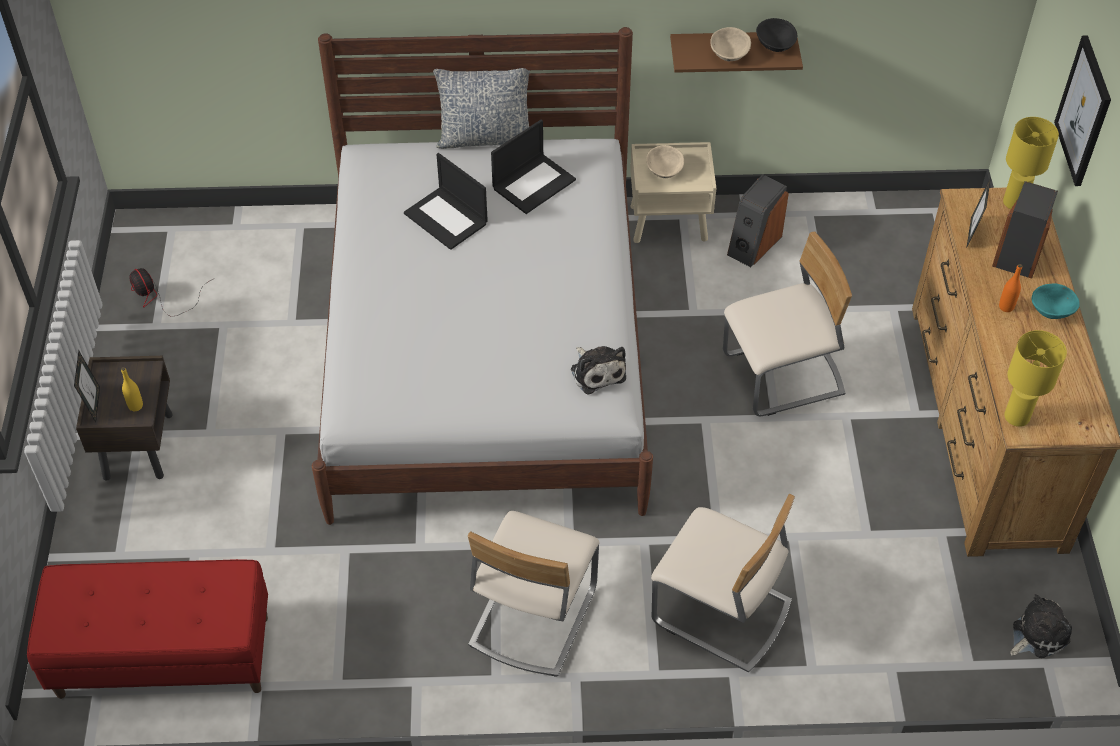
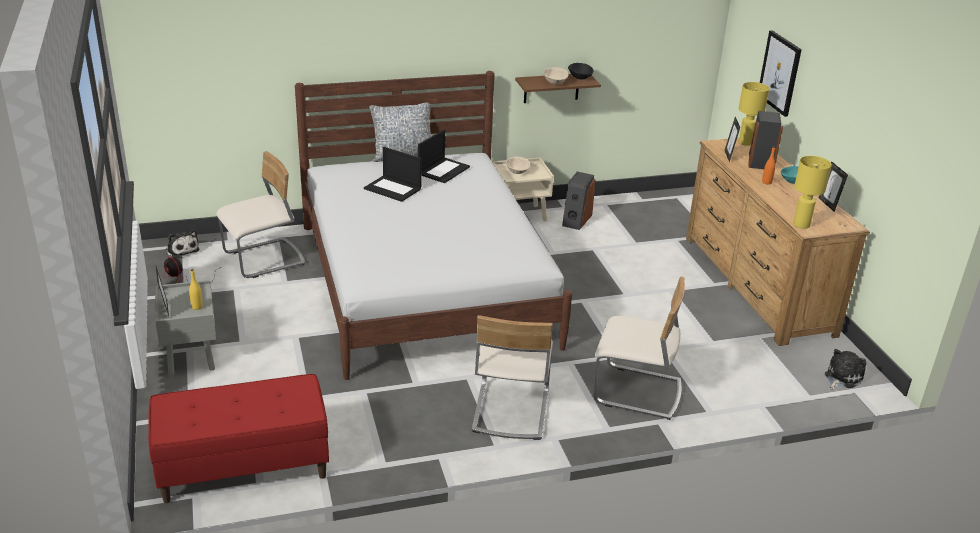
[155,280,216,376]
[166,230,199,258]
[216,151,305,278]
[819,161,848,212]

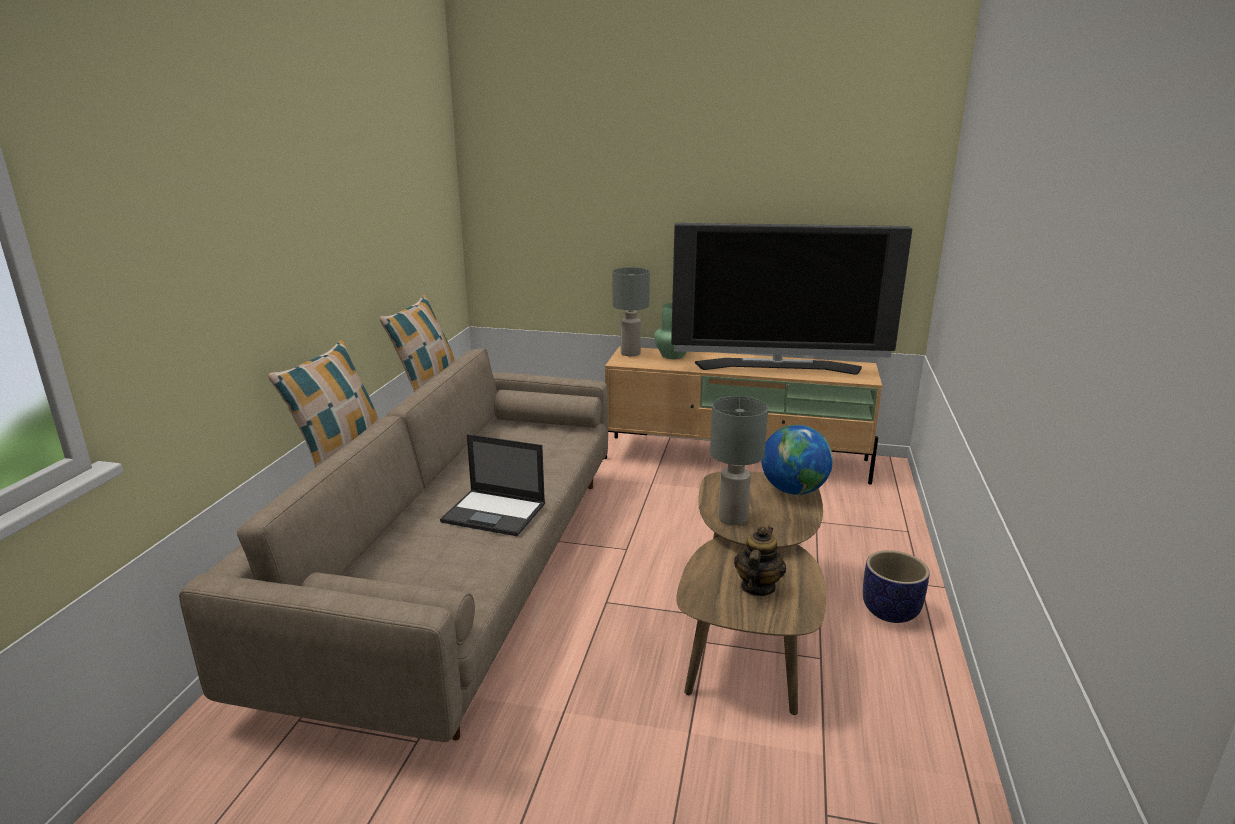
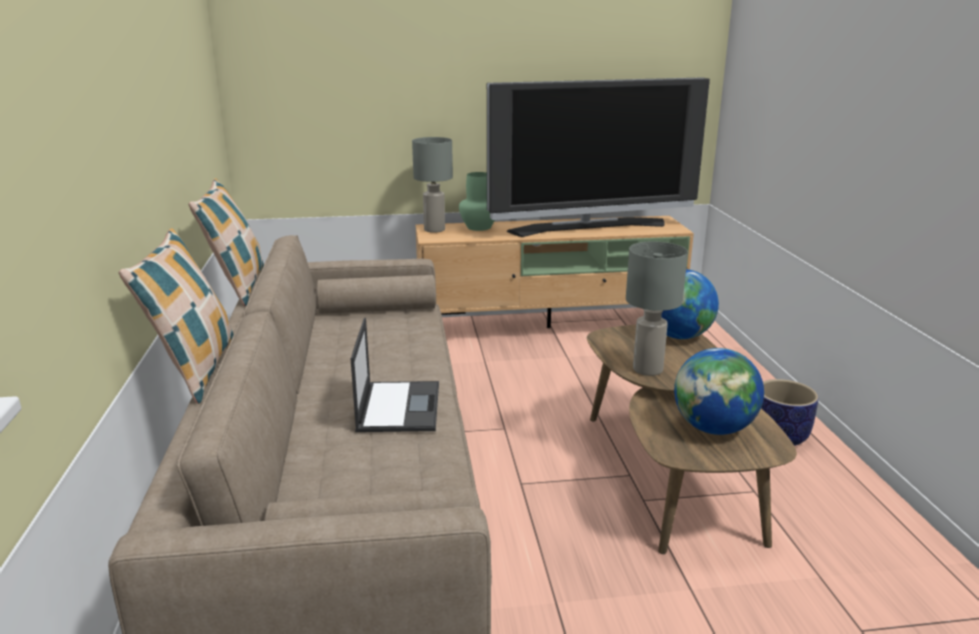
[351,318,439,432]
[674,348,764,435]

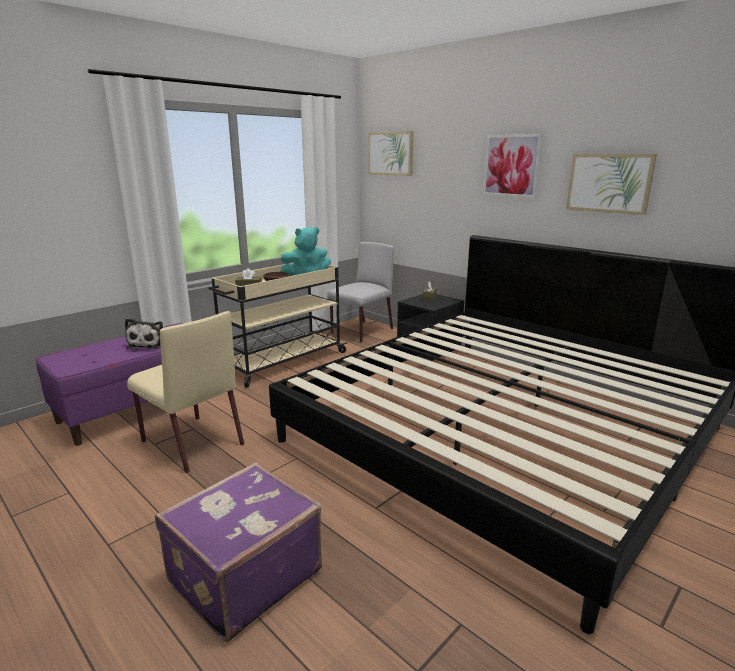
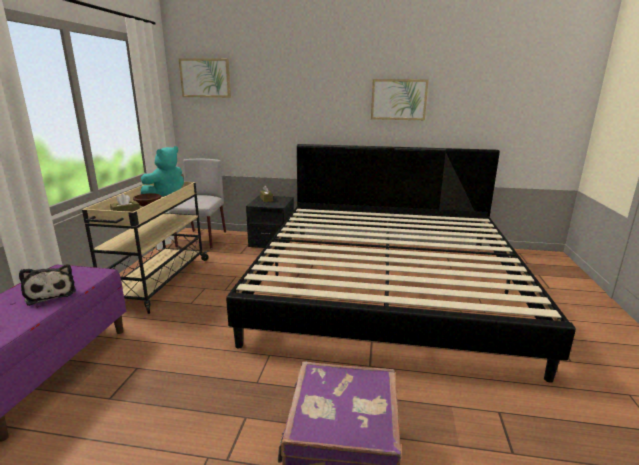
[127,311,244,473] (first image)
[483,134,543,198] (first image)

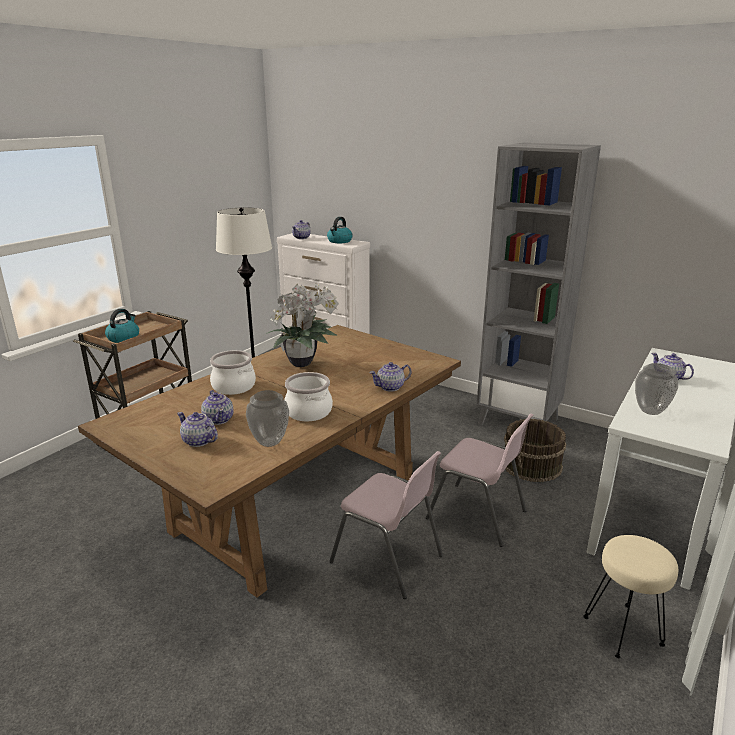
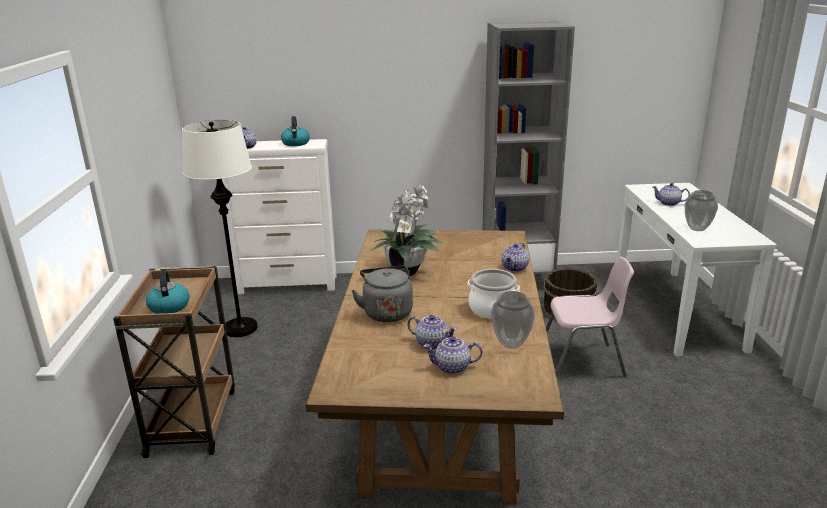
[351,265,413,322]
[329,451,443,599] (first image)
[583,535,678,658] (first image)

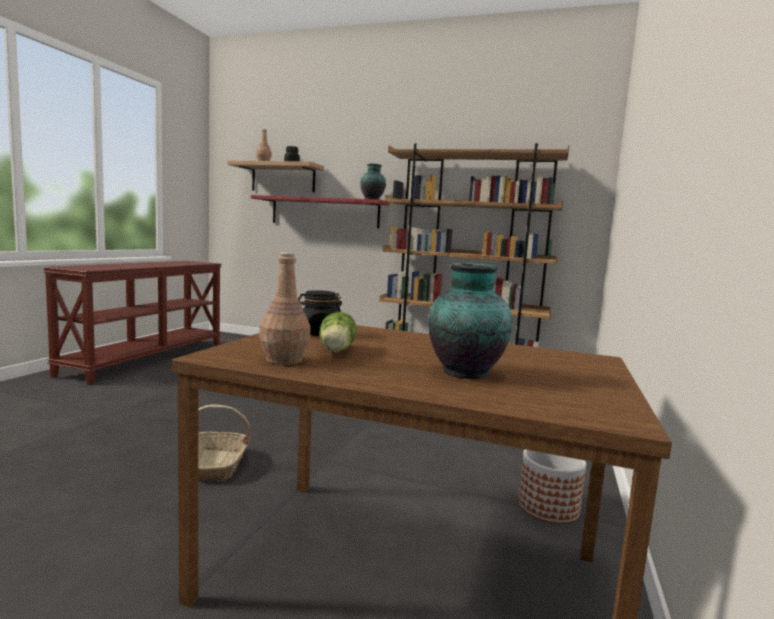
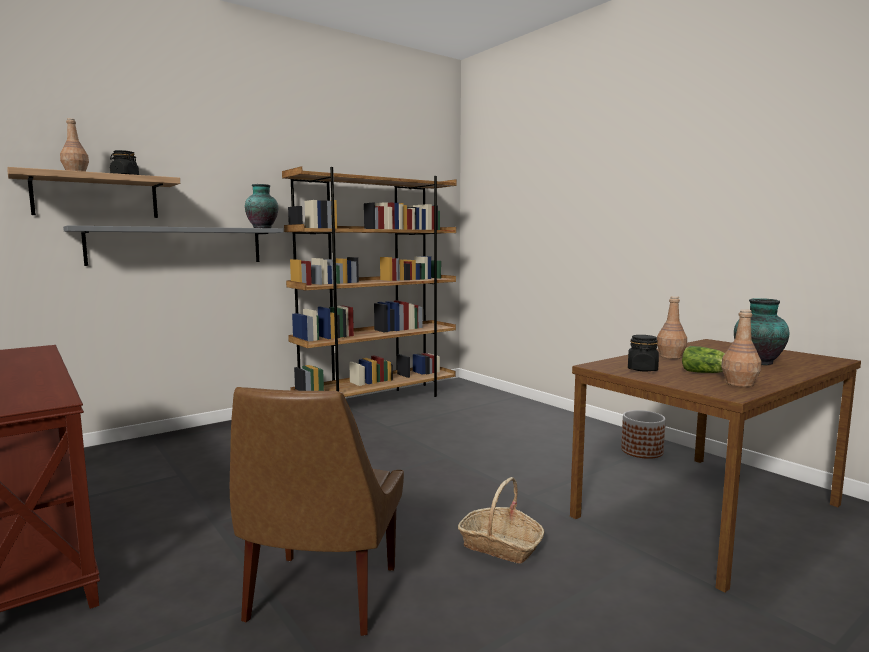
[63,226,283,266]
[230,387,404,636]
[657,296,687,359]

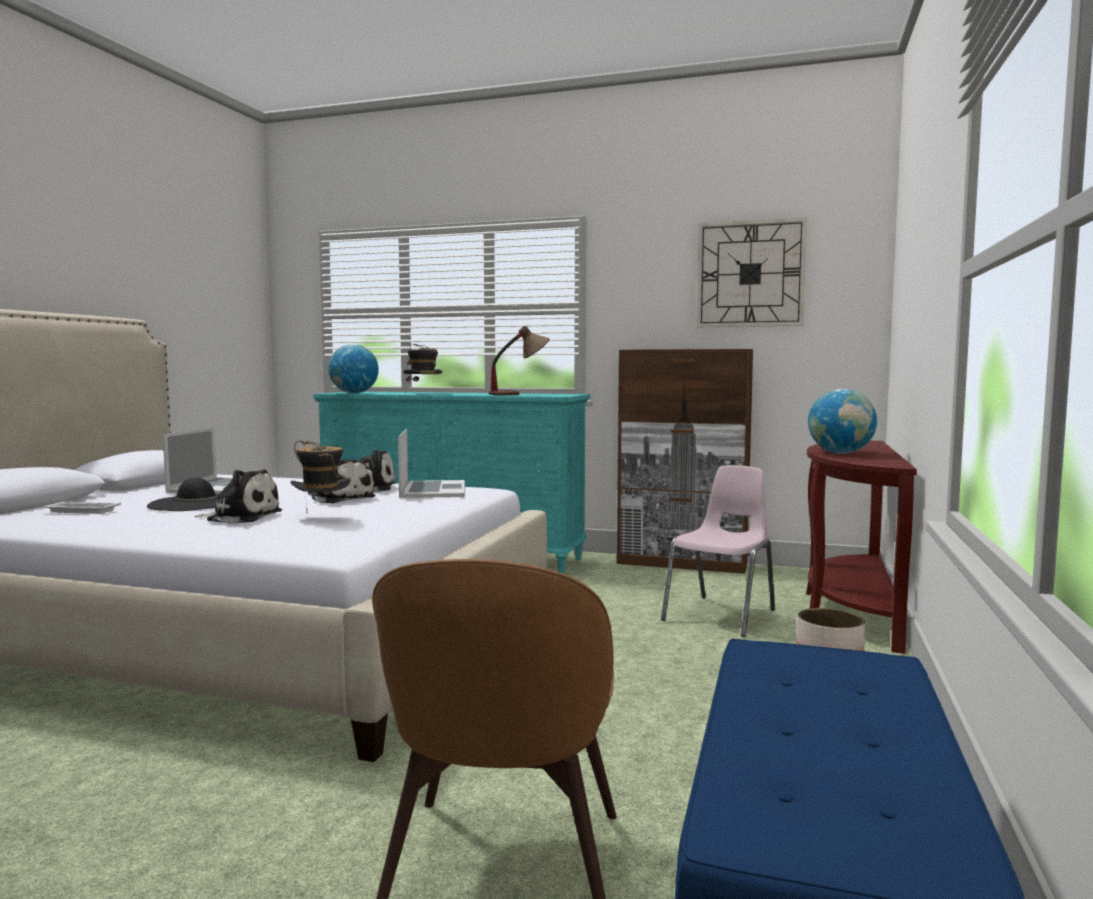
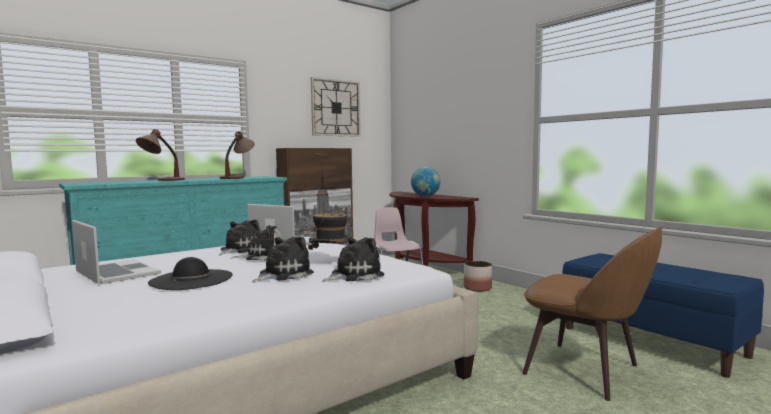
[136,129,185,181]
[322,237,384,282]
[43,502,121,514] (first image)
[328,344,379,393] (first image)

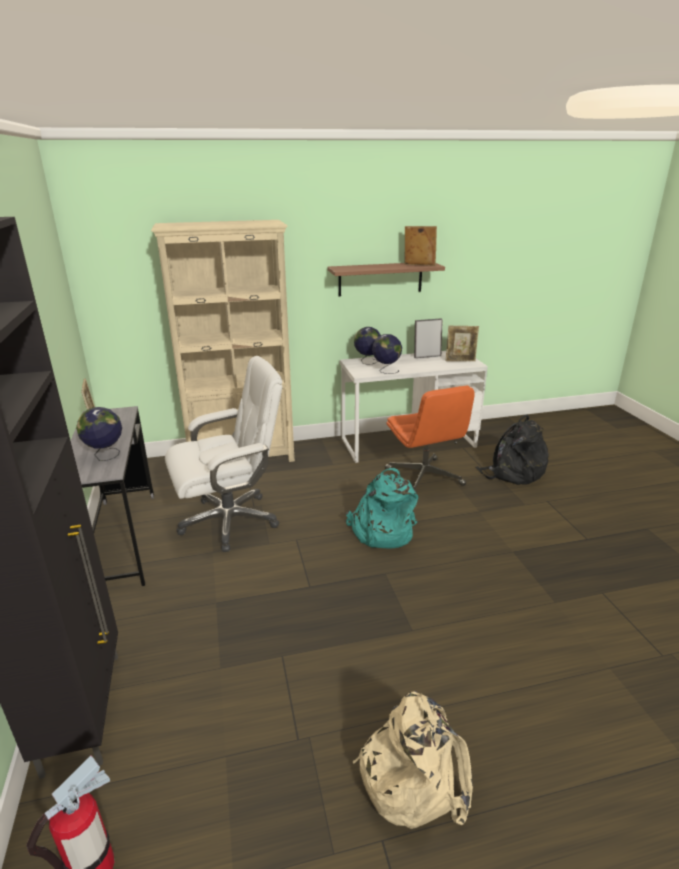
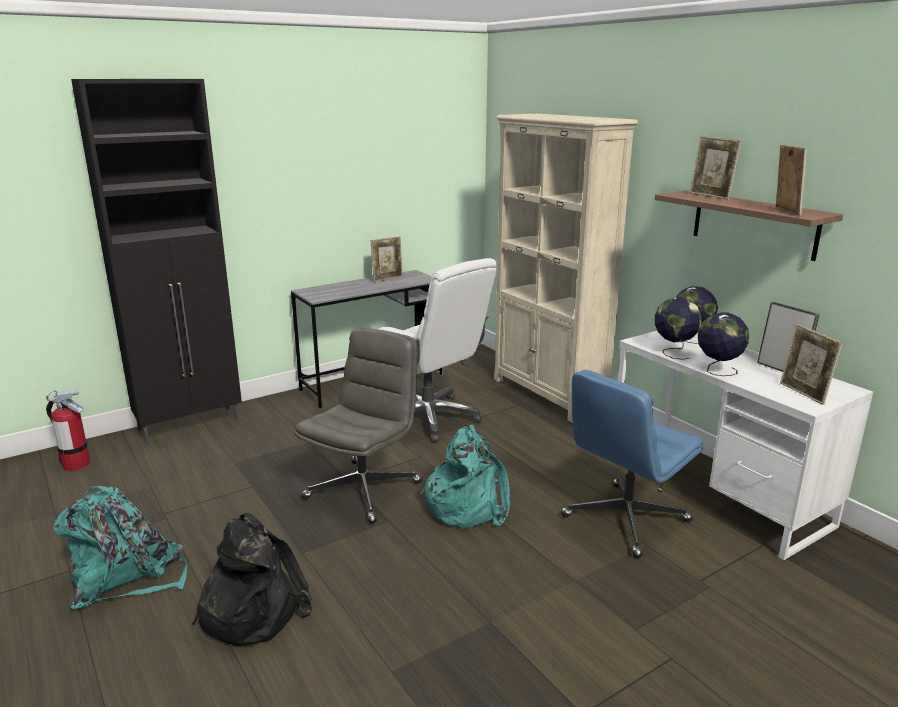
[54,486,187,609]
[192,513,312,646]
[294,328,423,524]
[561,370,703,558]
[690,136,742,200]
[698,313,749,376]

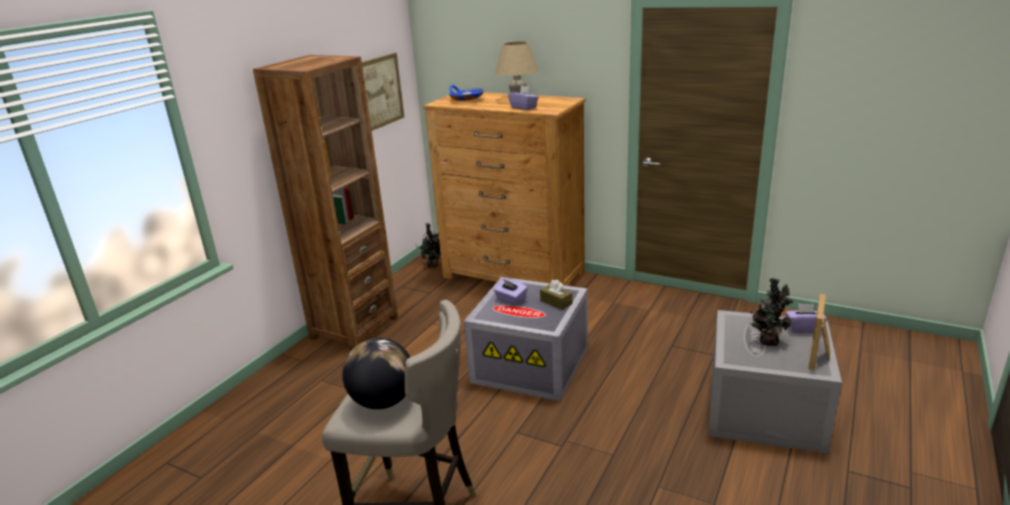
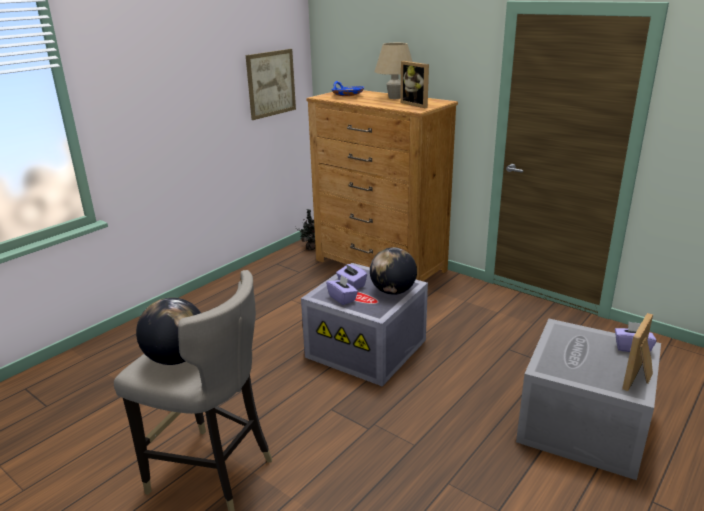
[326,275,358,305]
[370,247,417,295]
[400,61,429,108]
[253,55,398,351] (first image)
[749,278,794,346] (first image)

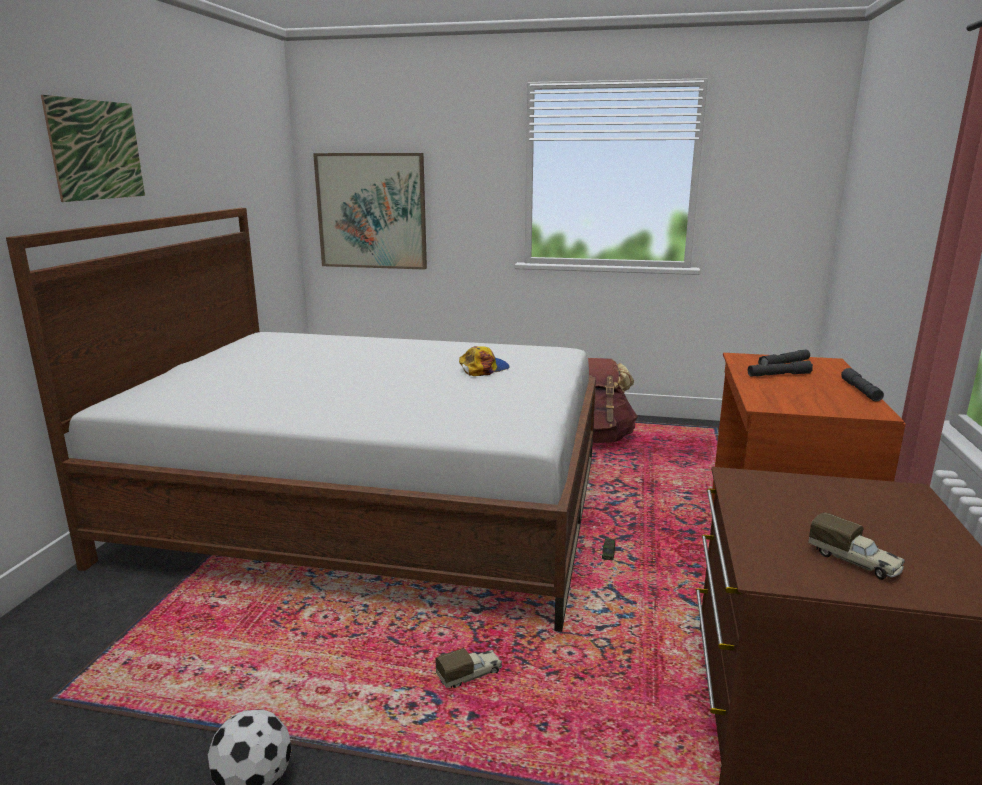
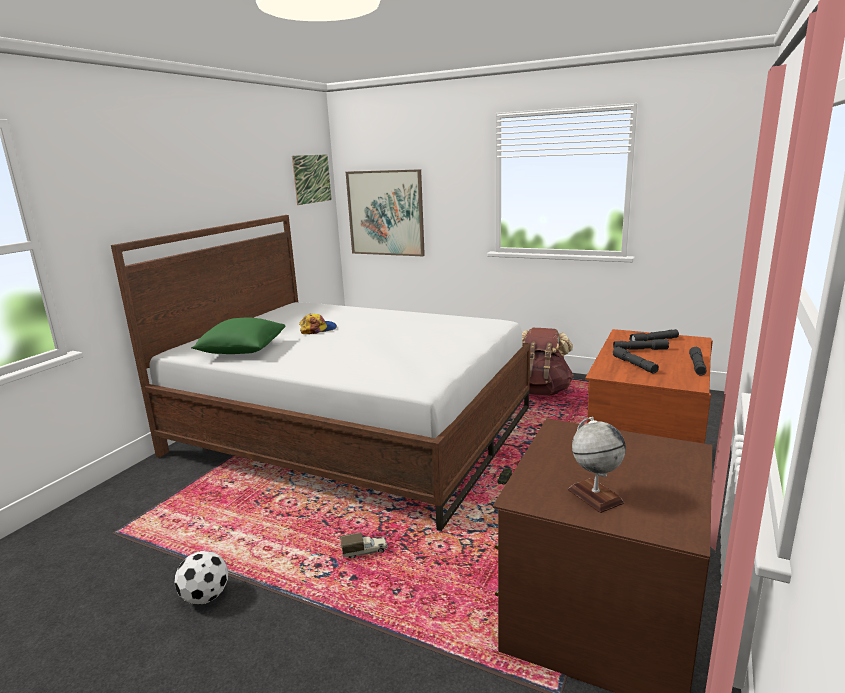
[191,317,285,354]
[292,154,332,205]
[299,313,337,334]
[568,417,626,513]
[613,347,659,373]

